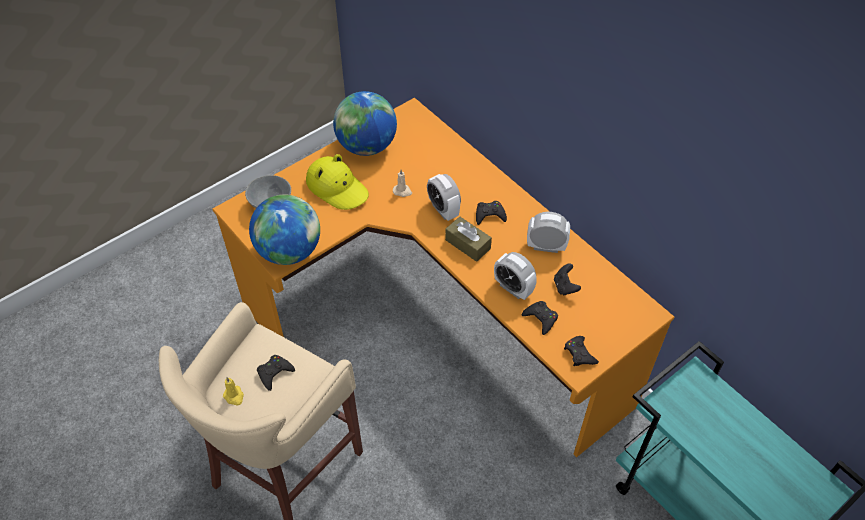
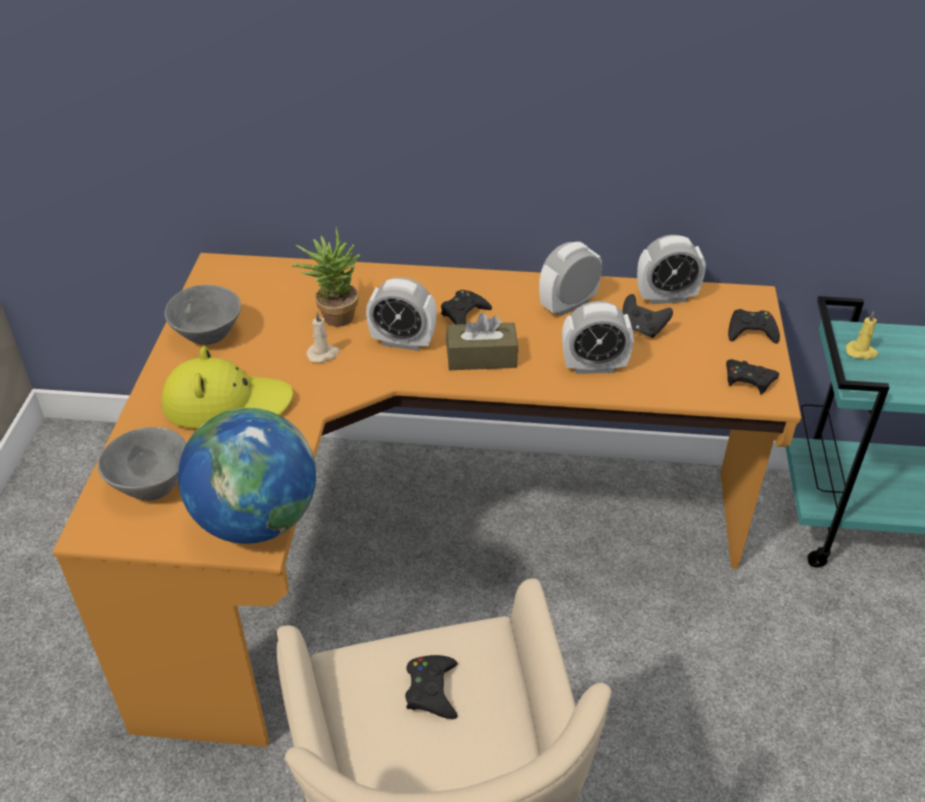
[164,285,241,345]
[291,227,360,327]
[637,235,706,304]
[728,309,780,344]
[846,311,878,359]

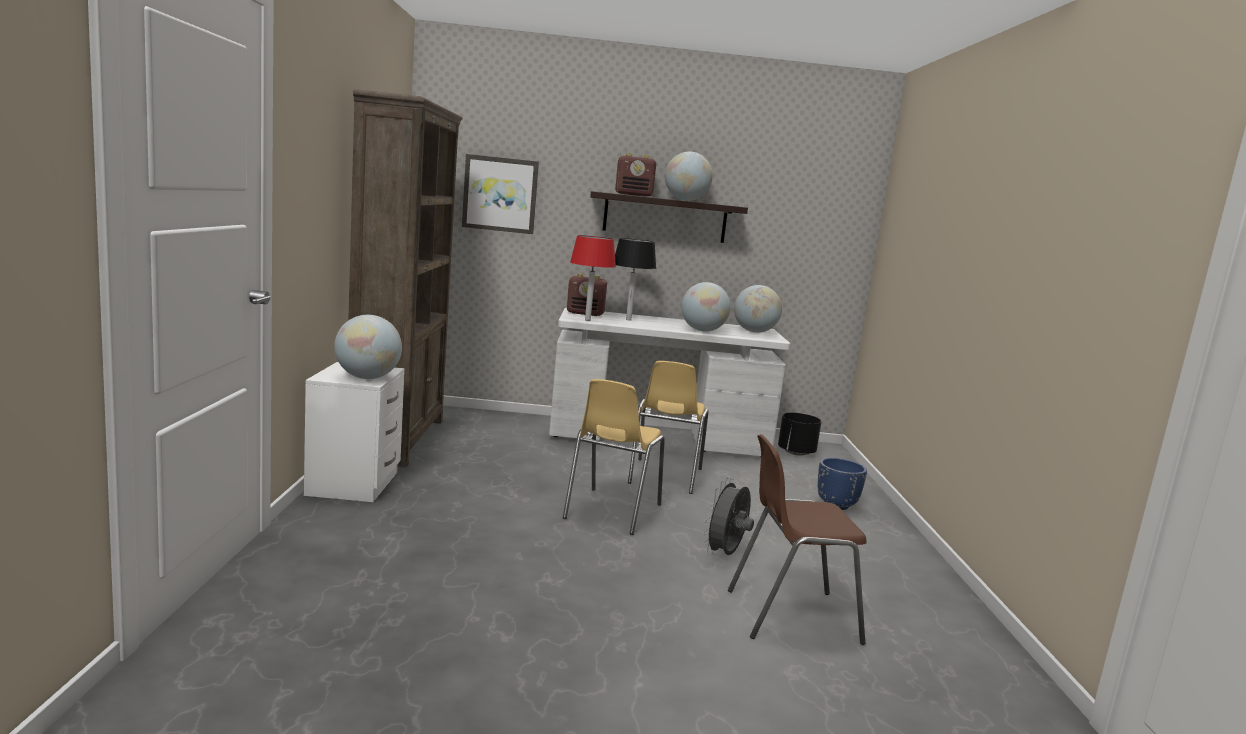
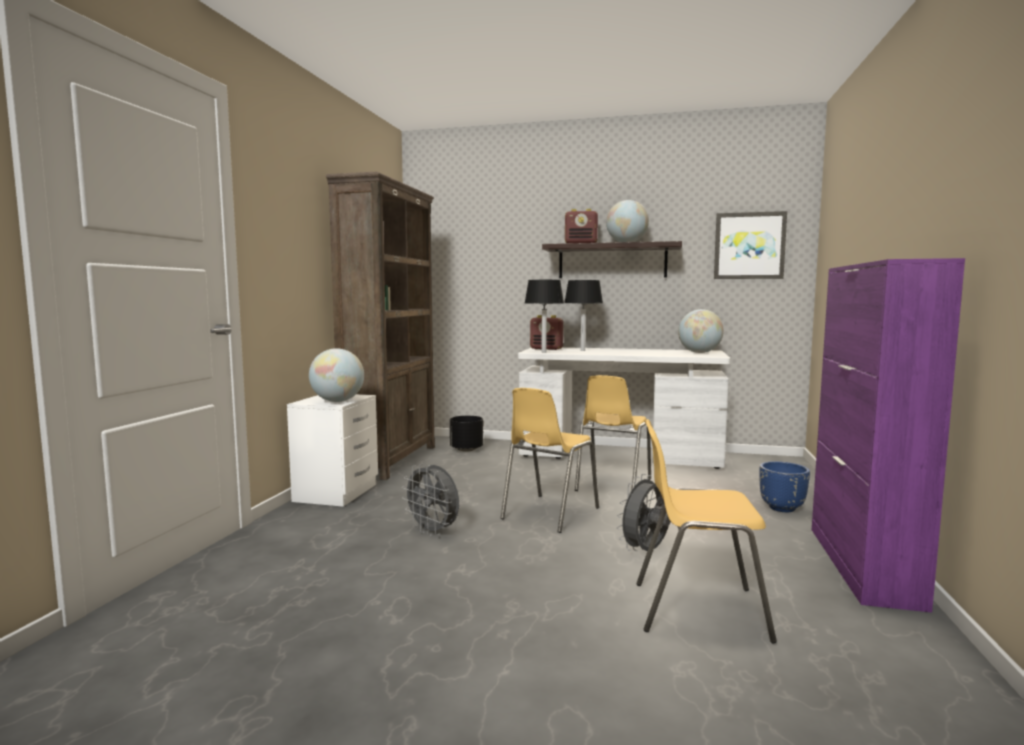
[402,463,459,536]
[450,416,483,452]
[525,280,564,352]
[636,419,777,643]
[714,211,787,279]
[812,258,965,613]
[681,282,731,332] (first image)

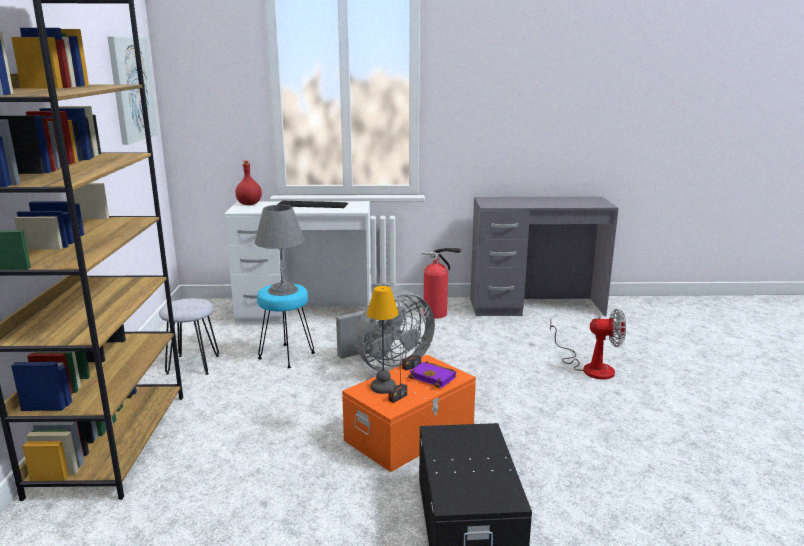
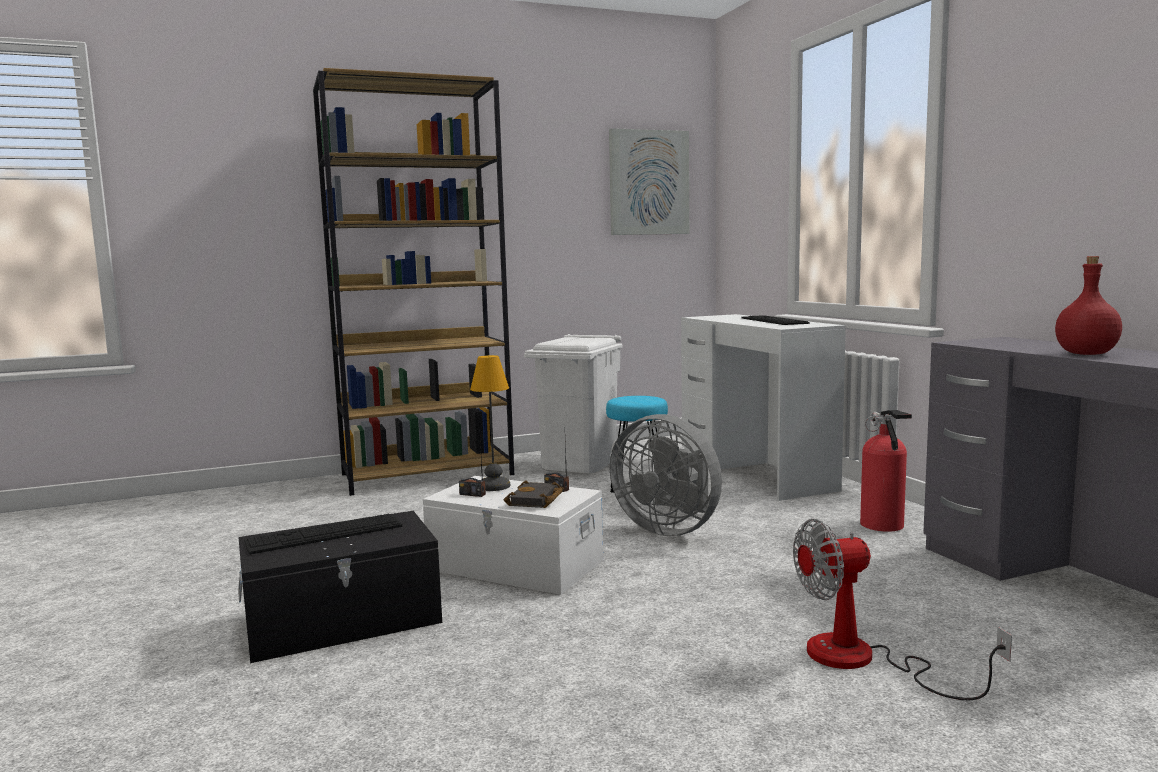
[244,514,403,555]
[423,476,603,595]
[504,481,564,508]
[524,334,622,473]
[793,519,1012,701]
[1055,256,1122,355]
[255,205,305,296] (first image)

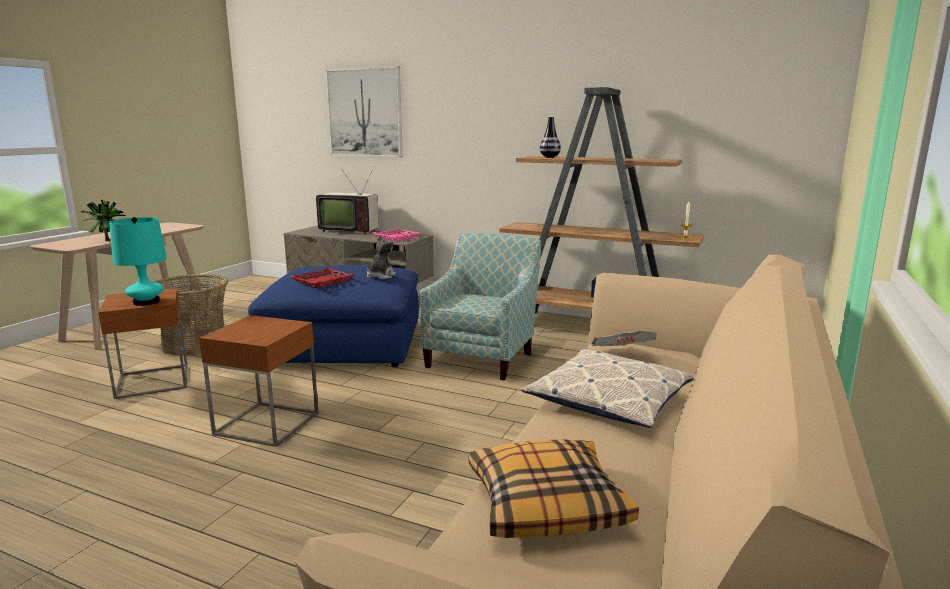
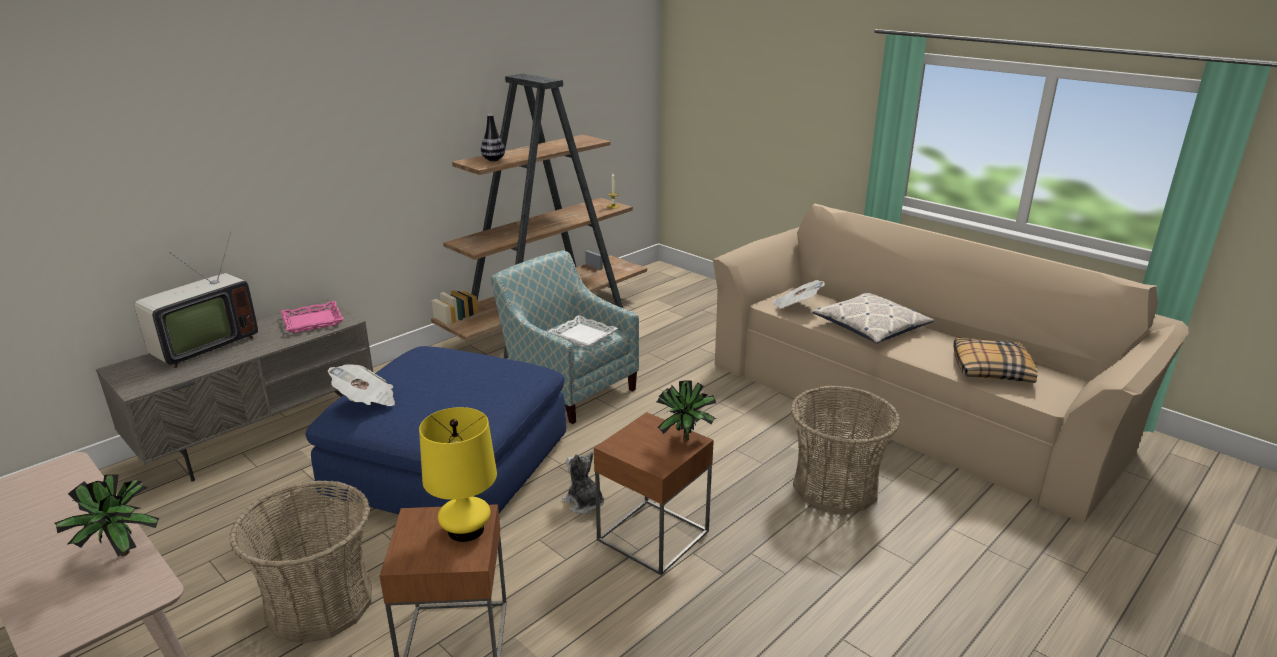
[328,364,395,406]
[419,407,497,542]
[548,315,618,348]
[562,452,604,514]
[657,380,716,441]
[791,385,901,513]
[290,268,354,288] (first image)
[325,66,403,157] (first image)

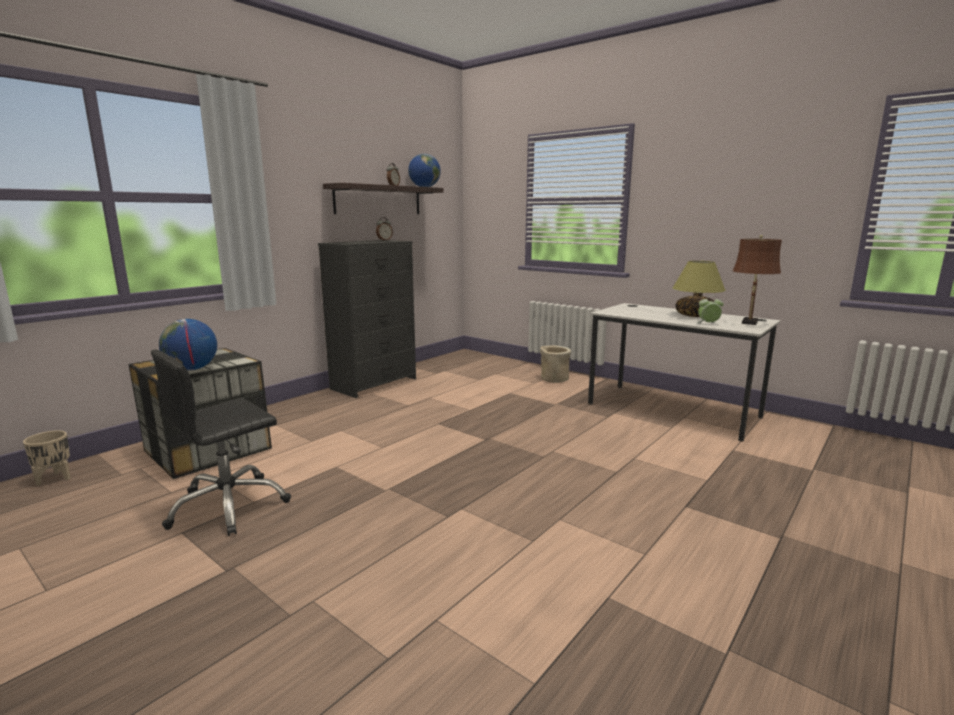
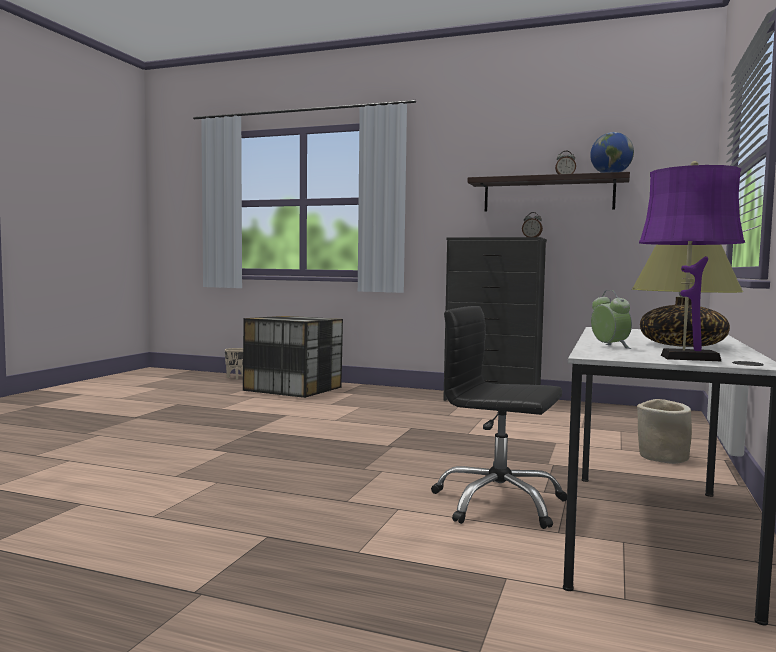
[431,306,567,529]
[639,161,745,362]
[159,319,217,370] (first image)

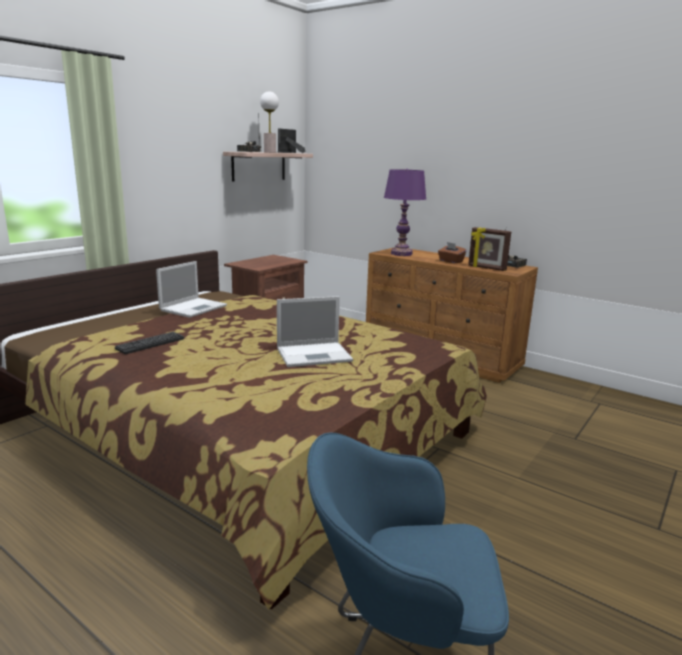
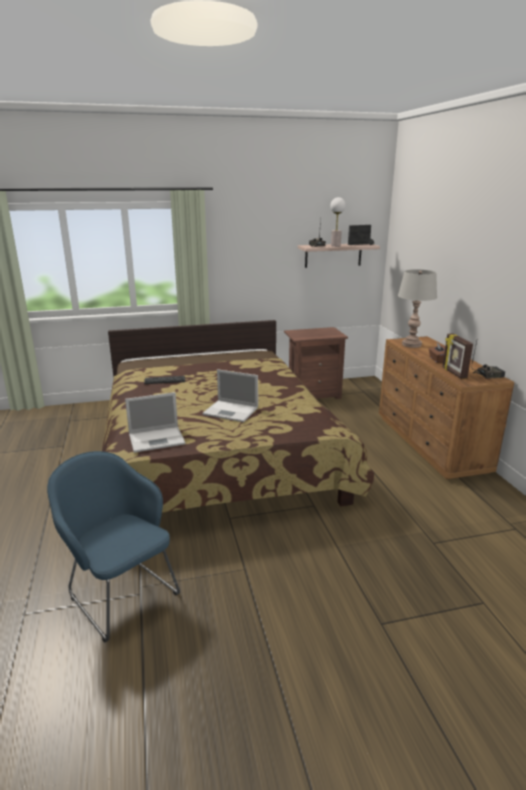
[125,392,185,453]
[398,269,437,348]

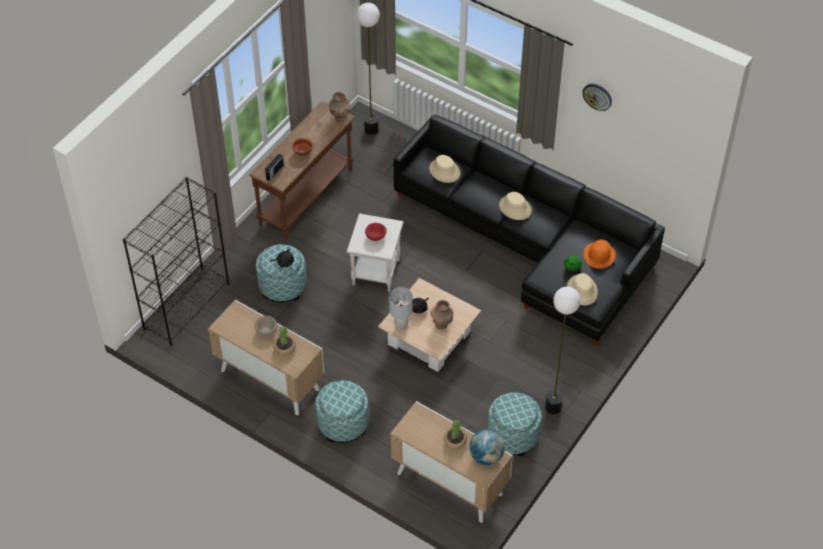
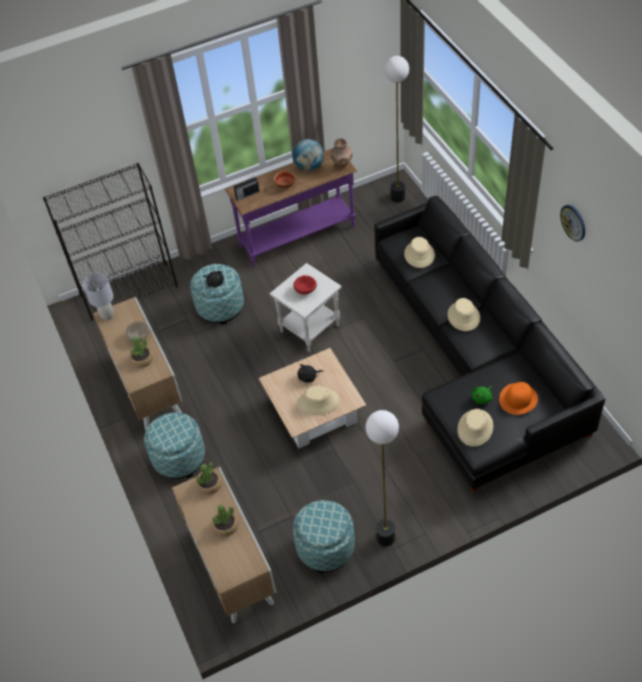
[83,273,114,320]
[196,463,222,495]
[225,148,357,267]
[292,139,324,171]
[298,385,339,415]

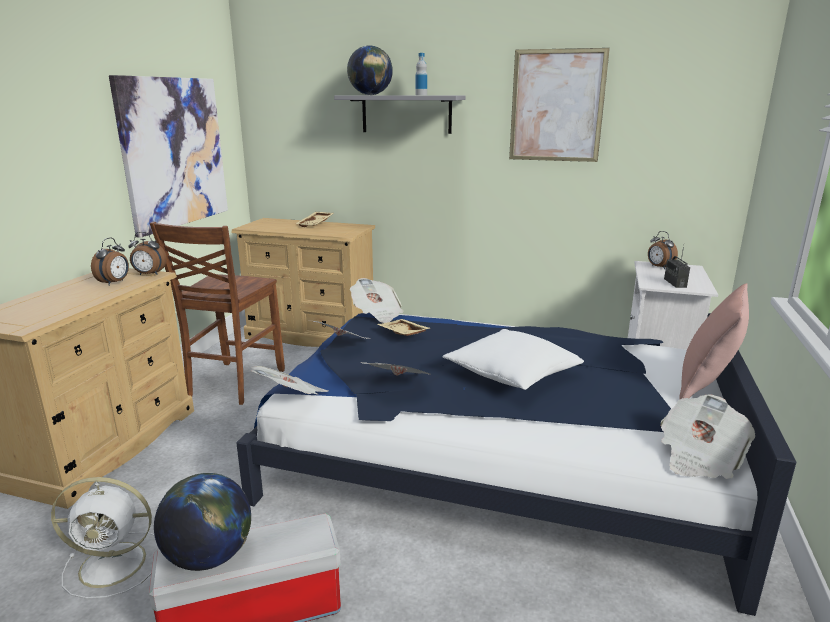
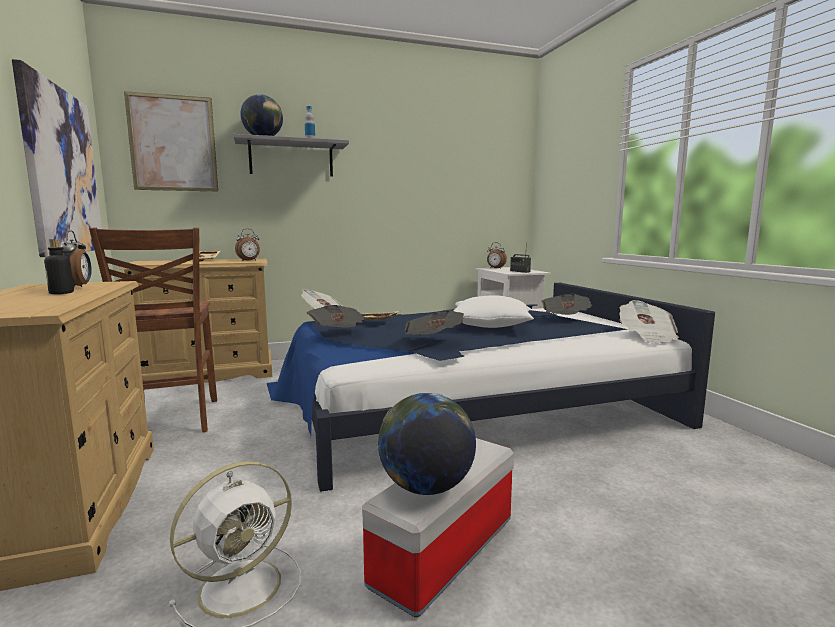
[44,239,74,294]
[124,91,218,191]
[235,229,260,261]
[542,294,592,315]
[680,283,749,399] (first image)

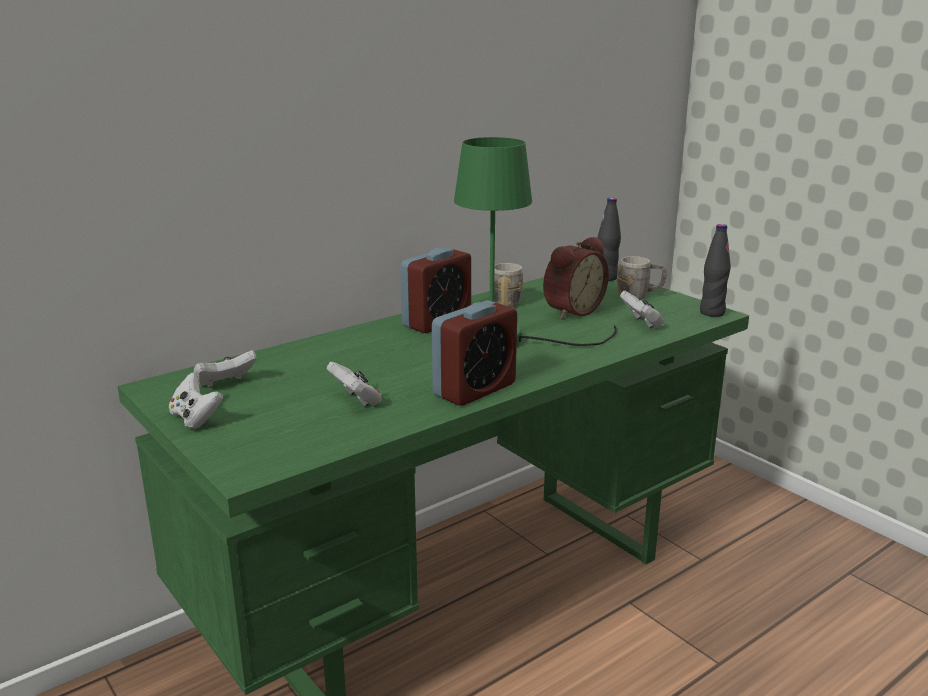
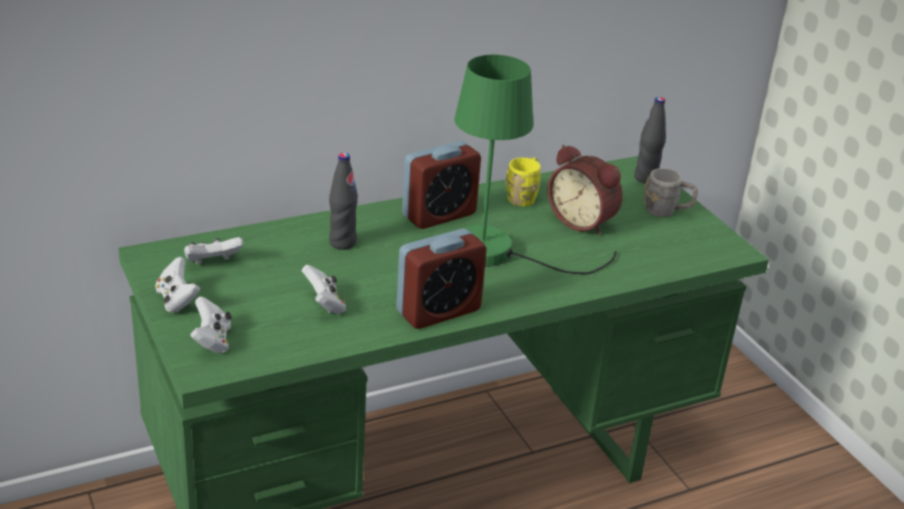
[190,297,231,354]
[329,153,358,250]
[505,157,541,206]
[547,145,623,236]

